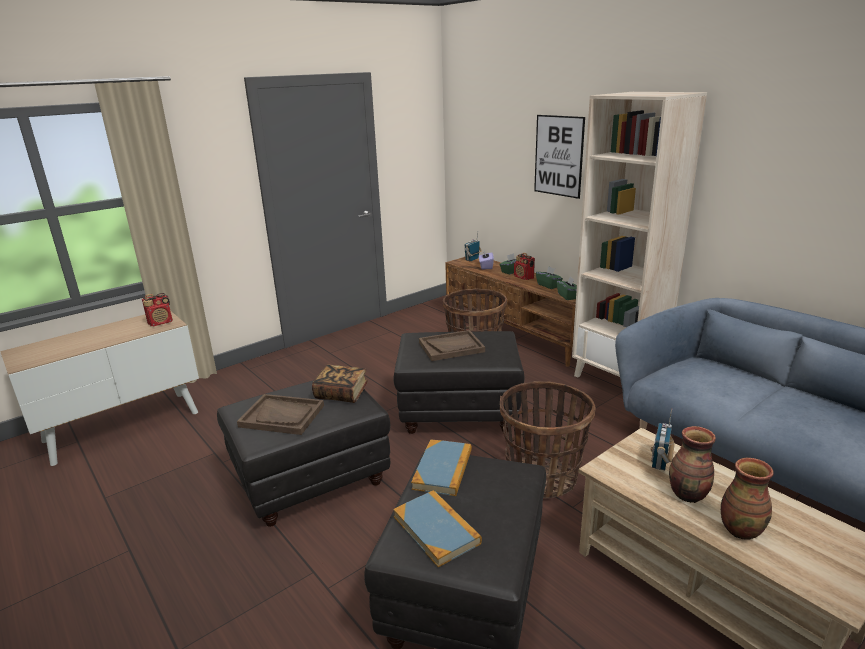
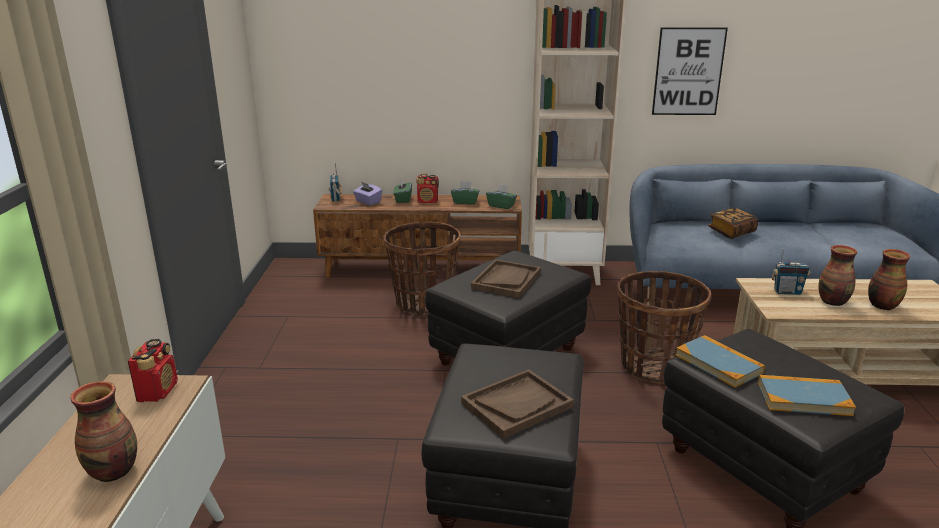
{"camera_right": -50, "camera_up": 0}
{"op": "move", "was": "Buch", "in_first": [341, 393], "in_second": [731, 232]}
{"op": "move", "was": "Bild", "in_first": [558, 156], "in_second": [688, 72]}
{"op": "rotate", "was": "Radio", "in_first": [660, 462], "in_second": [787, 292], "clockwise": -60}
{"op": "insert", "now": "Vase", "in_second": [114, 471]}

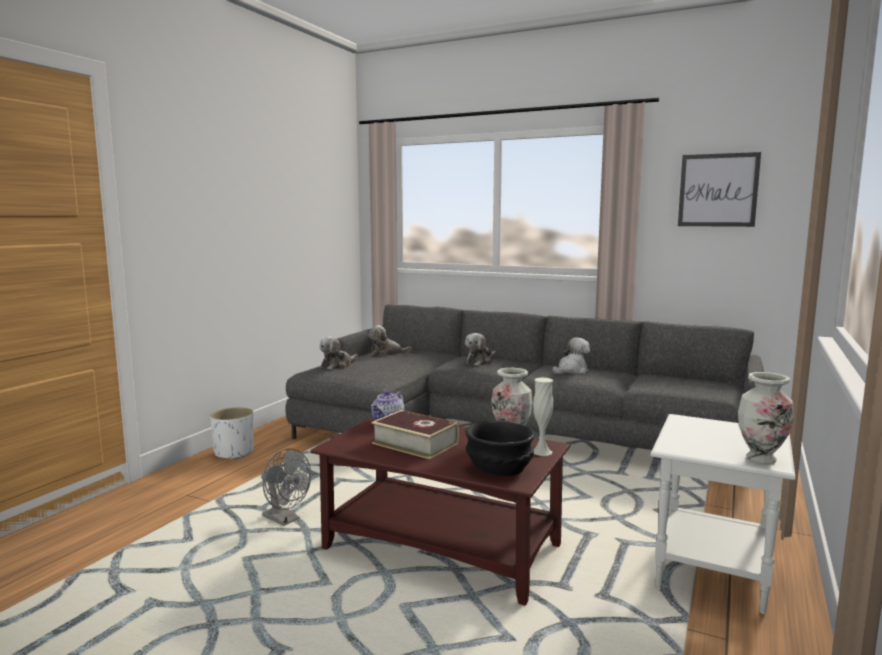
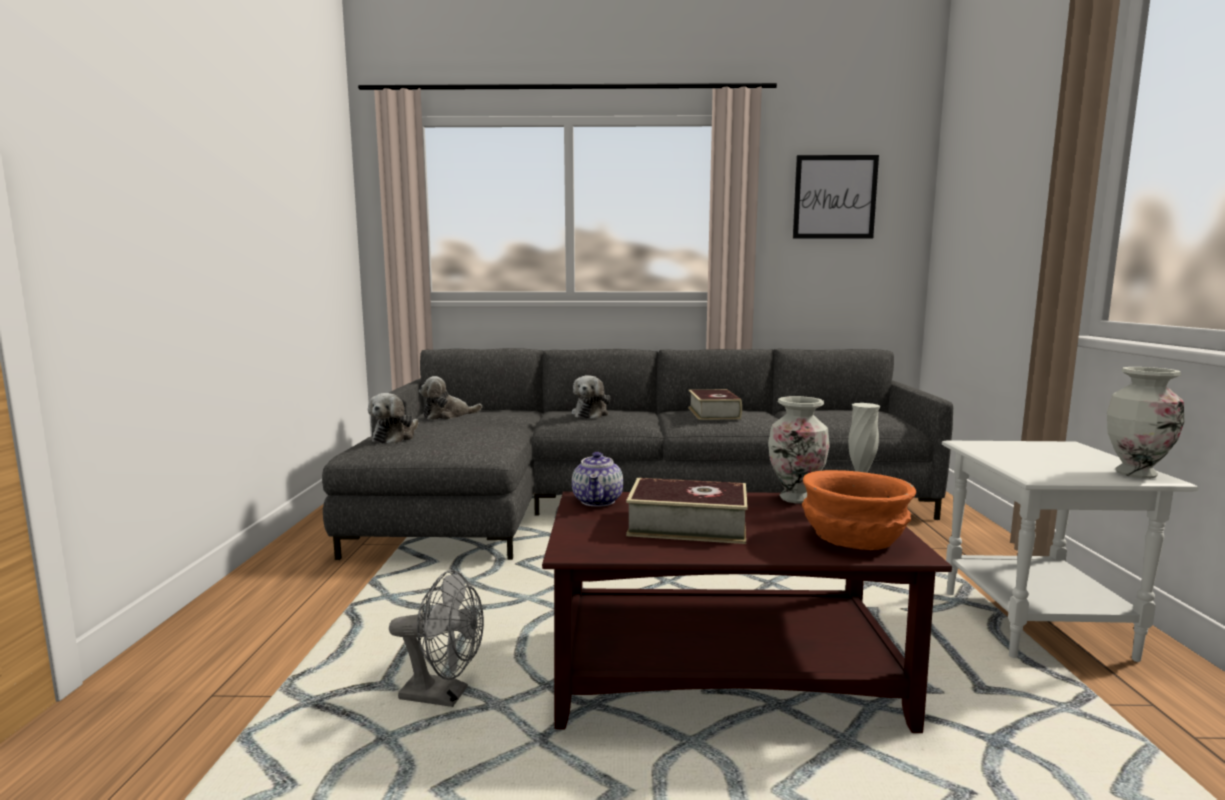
{"camera_right": -25, "camera_up": 0}
{"op": "delete", "was": "Pflanzkübel (weiß)", "in_first": [234, 453]}
{"op": "recolor", "was": "Schüssel (schwarz)", "now": "Schüssel (orange)", "in_first": [498, 468], "in_second": [851, 538]}
{"op": "replace", "was": "Plüschtier", "now": "Buch", "in_first": [571, 370], "in_second": [713, 413]}

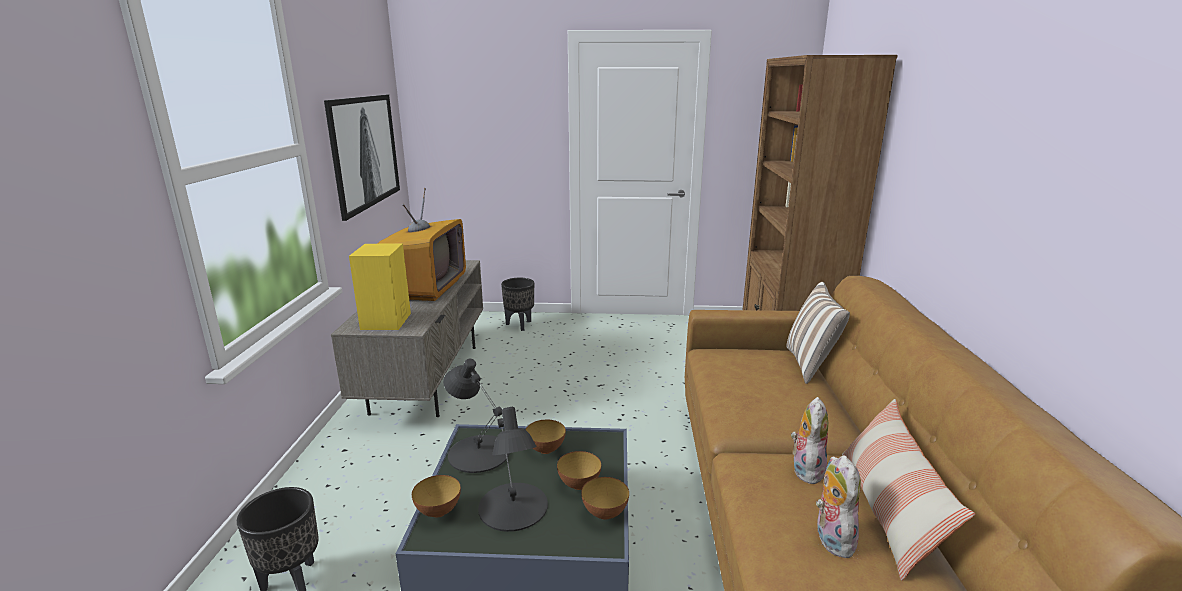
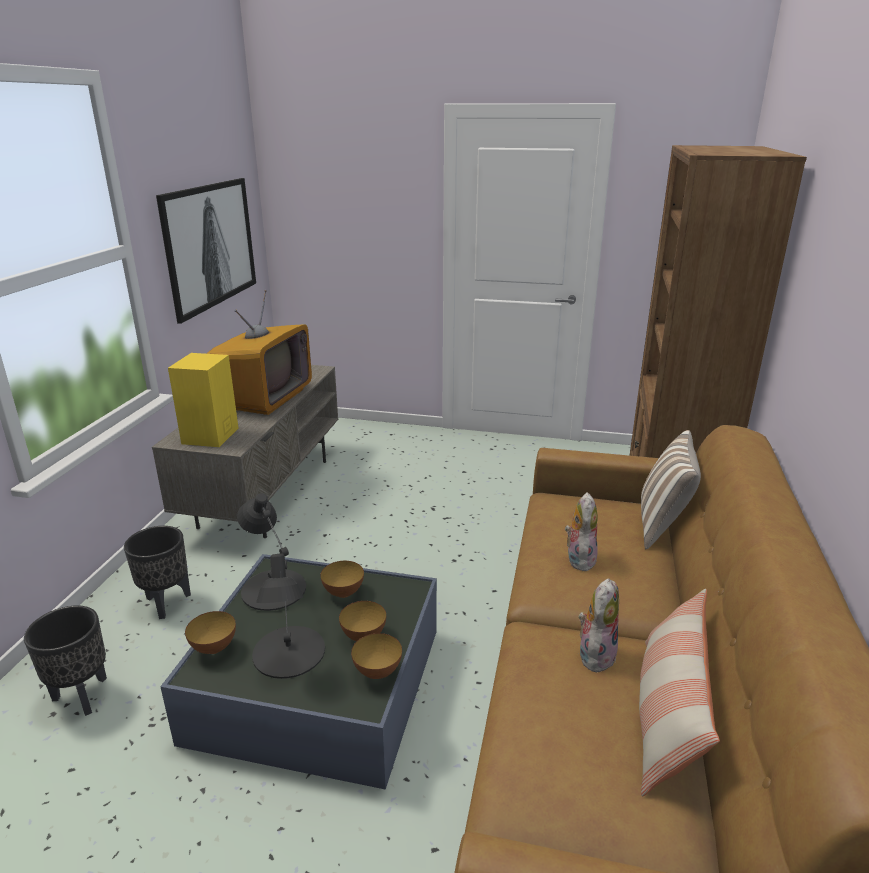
{"camera_right": 10, "camera_up": 5}
{"op": "move", "was": "Pflanzkübel (schwarz)", "in_first": [519, 325], "in_second": [166, 603]}
{"op": "move", "was": "Plüschtier", "in_first": [830, 538], "in_second": [579, 558]}

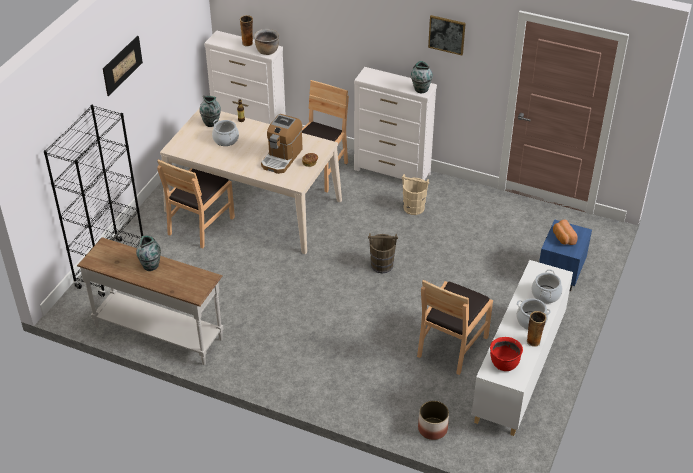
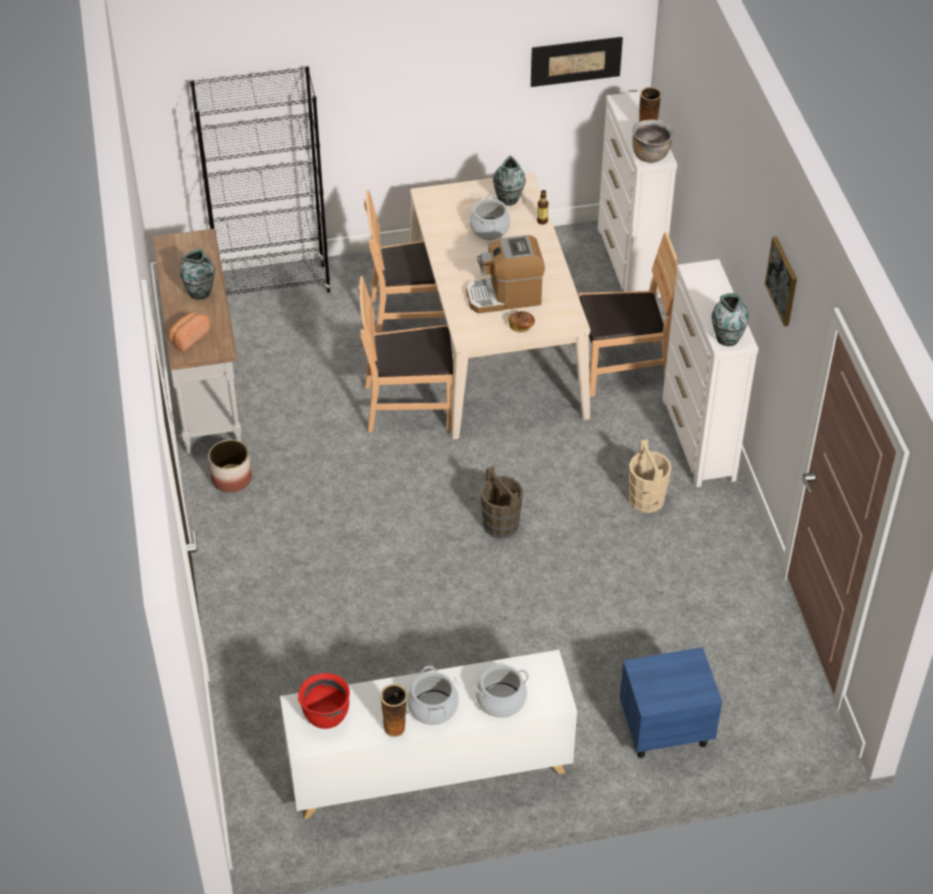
{"camera_right": 55, "camera_up": 5}
{"op": "move", "was": "Bild", "in_first": [122, 65], "in_second": [576, 61]}
{"op": "move", "was": "Stuhl (braun)", "in_first": [451, 345], "in_second": [409, 406]}
{"op": "move", "was": "Pflanzkübel", "in_first": [432, 428], "in_second": [232, 478]}
{"op": "move", "was": "Brot", "in_first": [563, 238], "in_second": [188, 337]}

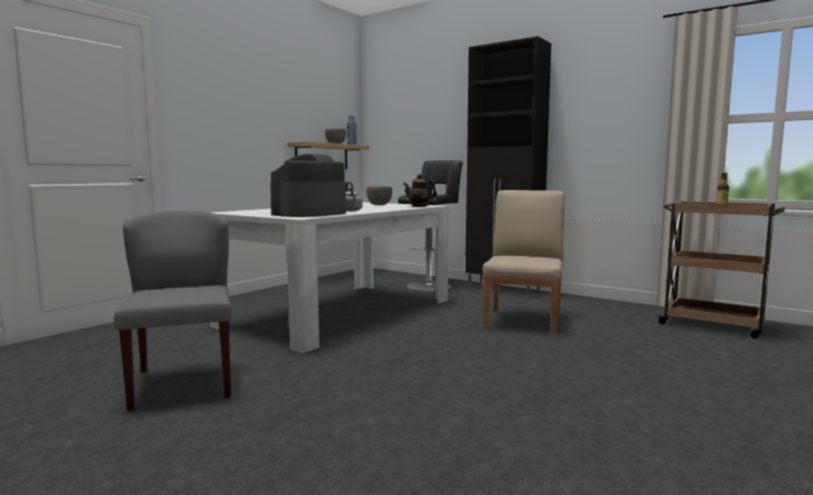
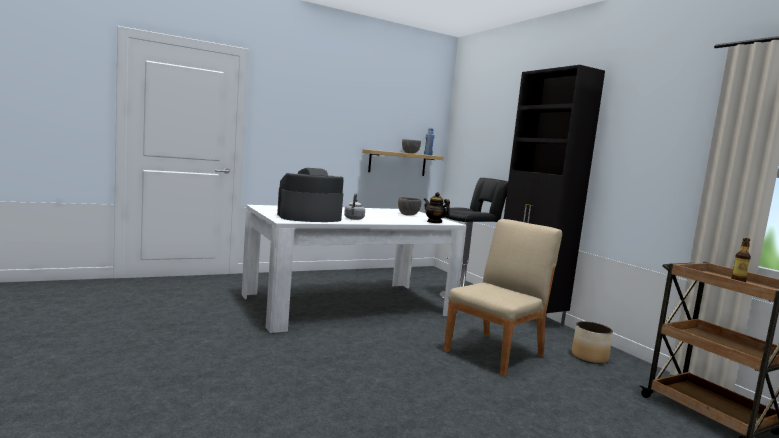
{"camera_right": 25, "camera_up": 0}
{"op": "delete", "was": "Stuhl (grau)", "in_first": [183, 382]}
{"op": "insert", "now": "Pflanzkübel", "in_second": [589, 357]}

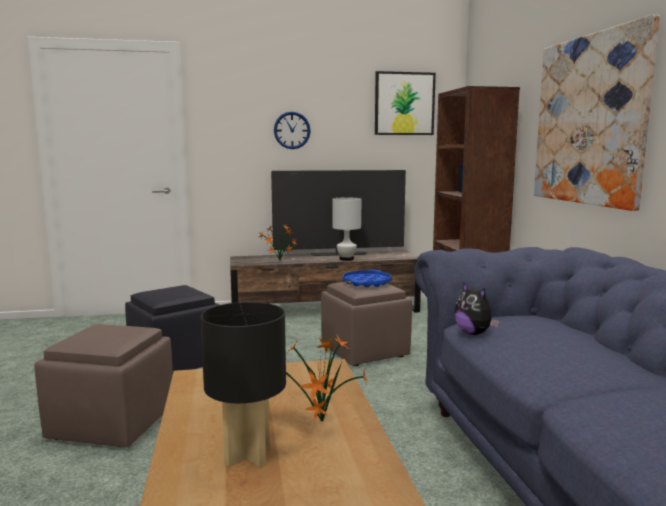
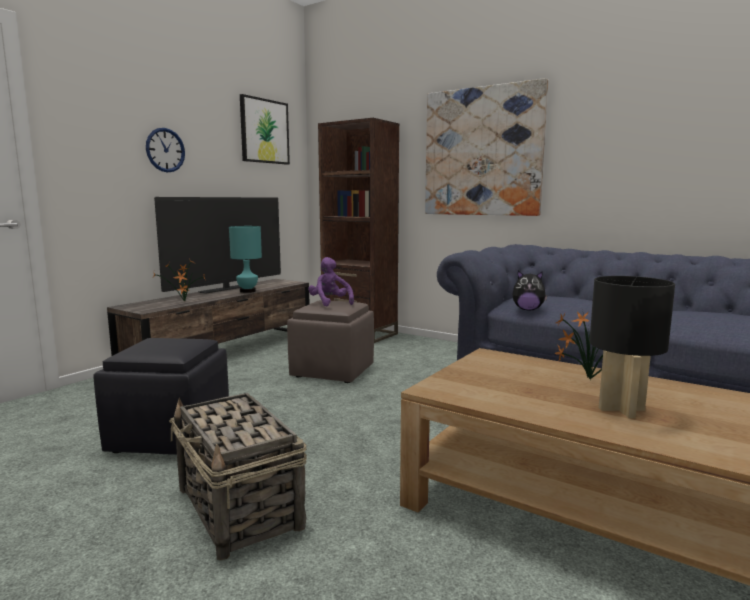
{"camera_right": -45, "camera_up": 0}
{"op": "replace", "was": "Polsterhocker (braun)", "now": "Korb", "in_first": [113, 424], "in_second": [239, 509]}
{"op": "recolor", "was": "Tischlampe (weiß)", "now": "Tischlampe (türkis)", "in_first": [346, 259], "in_second": [247, 291]}
{"op": "replace", "was": "Tablett (blau)", "now": "Plüschtier (lila)", "in_first": [366, 283], "in_second": [330, 303]}

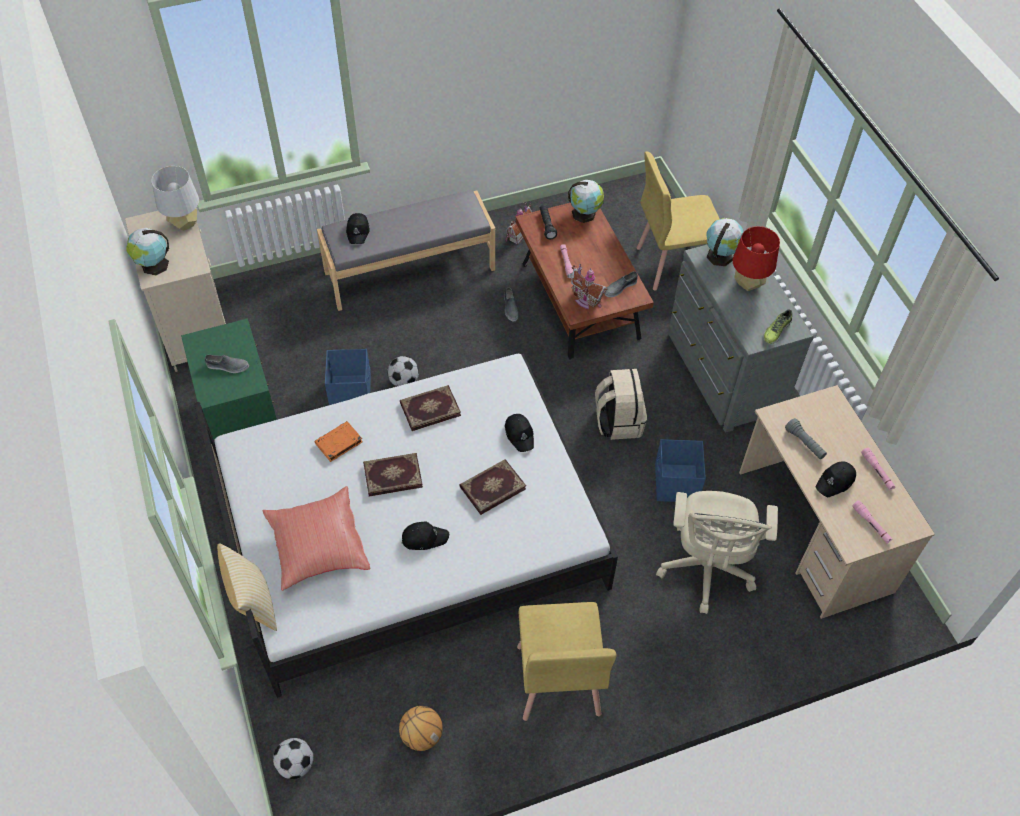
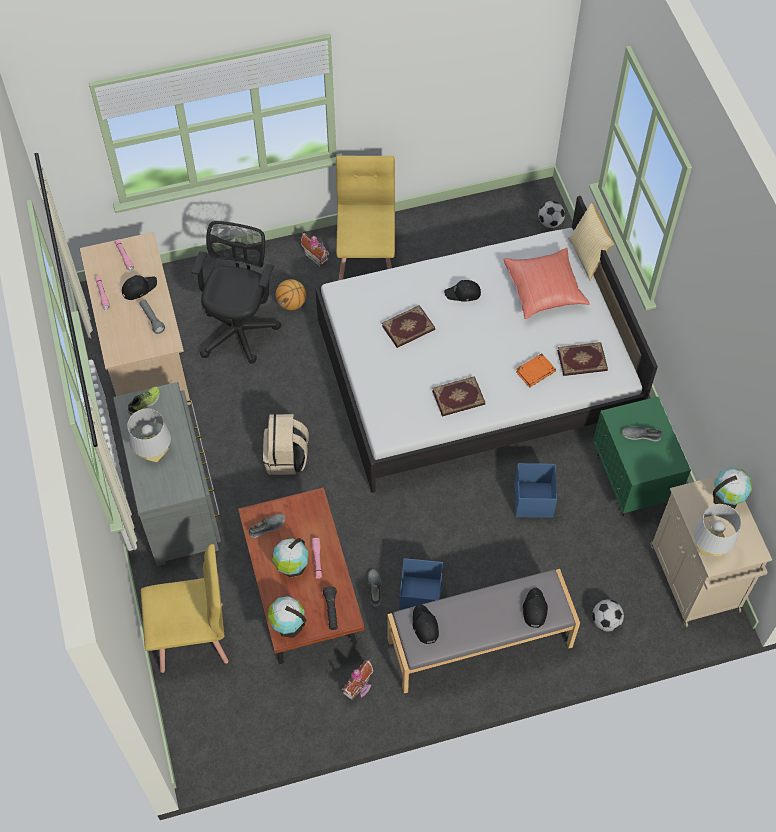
{"camera_right": -175, "camera_up": 5}
{"op": "move", "was": "Buch", "in_first": [392, 475], "in_second": [582, 361]}
{"op": "move", "was": "Fußball", "in_first": [404, 381], "in_second": [606, 621]}
{"op": "move", "was": "Basketball", "in_first": [421, 735], "in_second": [292, 303]}
{"op": "move", "was": "Kappe (schwarz)", "in_first": [520, 434], "in_second": [424, 626]}
{"op": "move", "was": "Spielzeughaus", "in_first": [585, 300], "in_second": [317, 257]}
{"op": "move", "was": "Aufbewahrungsbox (blau)", "in_first": [676, 484], "in_second": [420, 595]}
{"op": "recolor", "was": "Bürostuhl (beige)", "now": "Bürostuhl (schwarz)", "in_first": [706, 570], "in_second": [240, 329]}
{"op": "move", "was": "Globus", "in_first": [720, 255], "in_second": [292, 567]}
{"op": "recolor", "was": "Tischlampe (rot)", "now": "Tischlampe (grau)", "in_first": [748, 284], "in_second": [154, 453]}

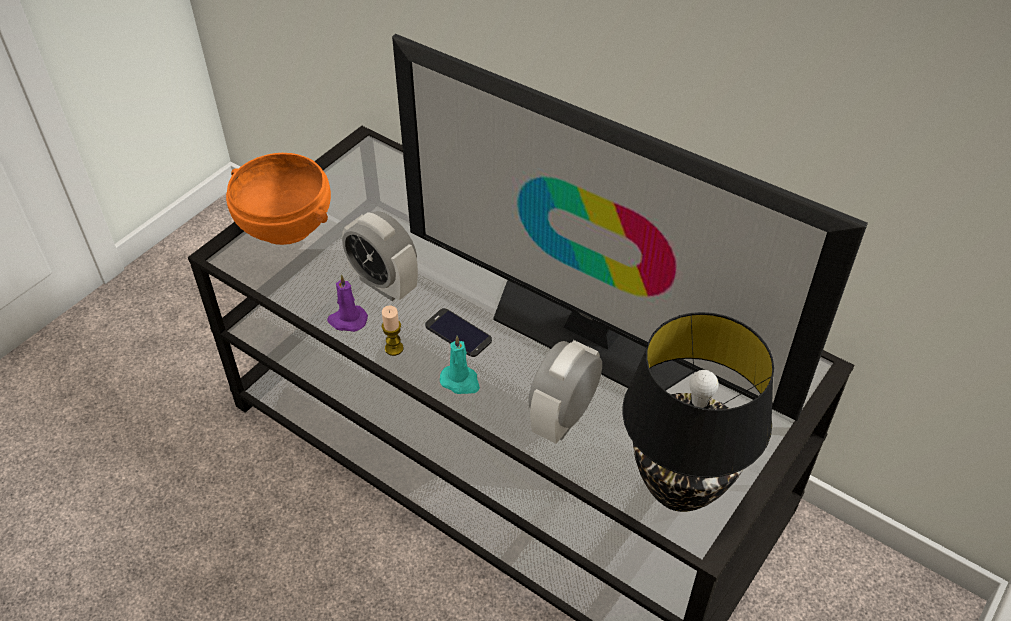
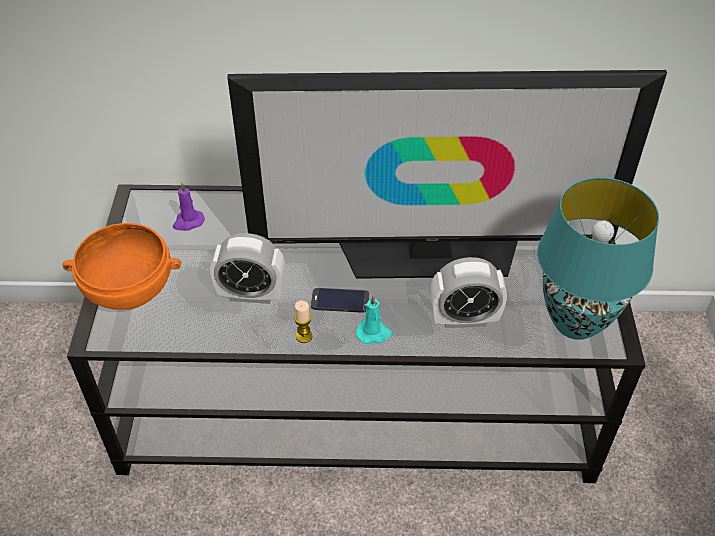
{"camera_right": -35, "camera_up": 0}
{"op": "move", "was": "Kerze (lila)", "in_first": [347, 320], "in_second": [188, 222]}
{"op": "rotate", "was": "Wecker", "in_first": [563, 417], "in_second": [464, 319], "clockwise": -90}
{"op": "recolor", "was": "Tischlampe (schwarz)", "now": "Tischlampe (türkis)", "in_first": [680, 489], "in_second": [576, 324]}

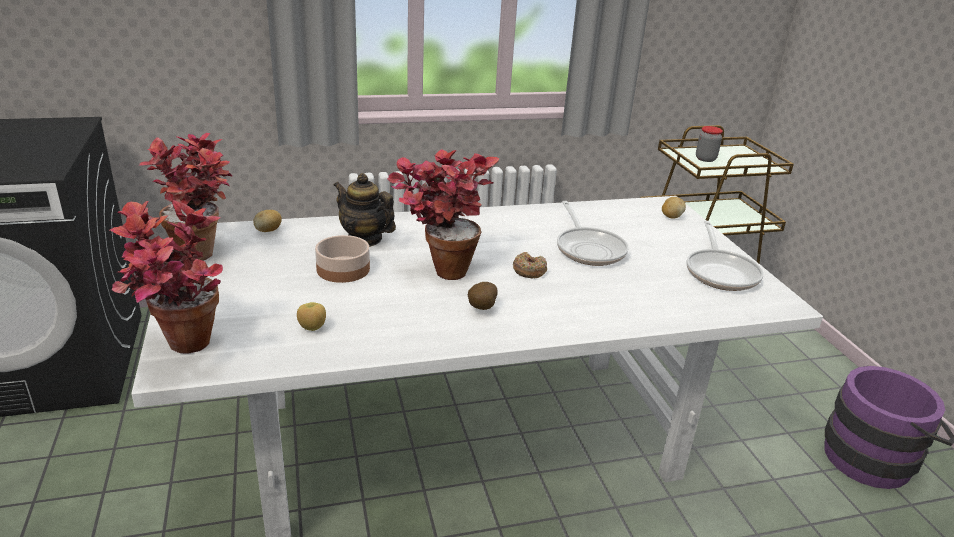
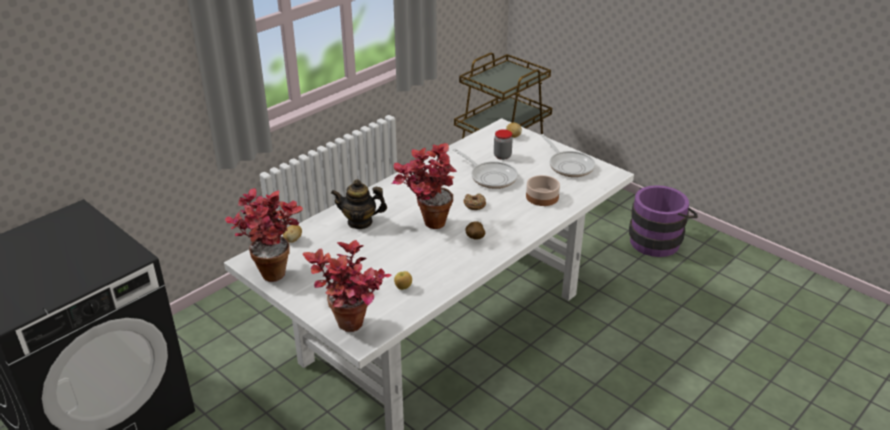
{"camera_right": -30, "camera_up": 5}
{"op": "move", "was": "Schüssel", "in_first": [343, 270], "in_second": [542, 197]}
{"op": "move", "was": "Vorratsglas", "in_first": [705, 159], "in_second": [502, 156]}

